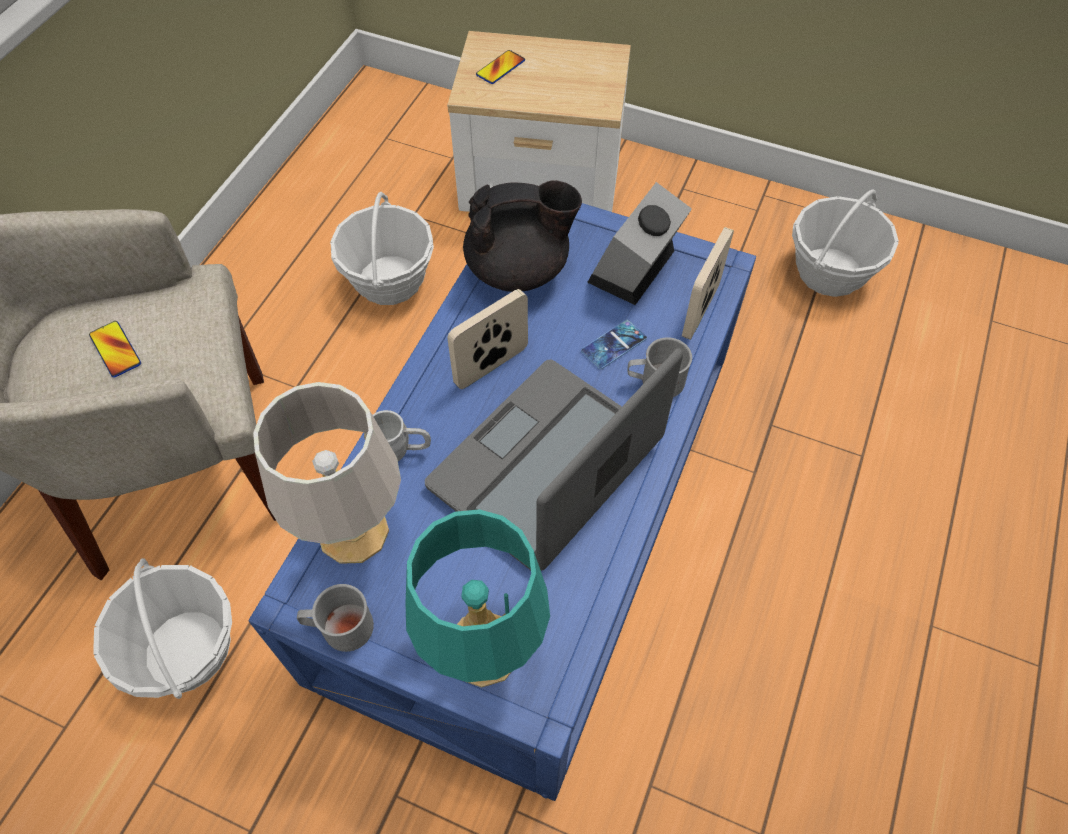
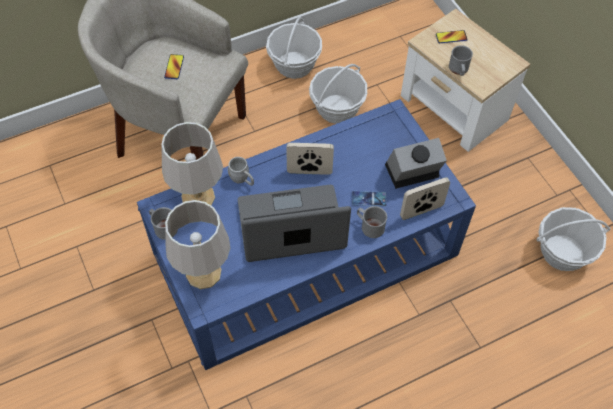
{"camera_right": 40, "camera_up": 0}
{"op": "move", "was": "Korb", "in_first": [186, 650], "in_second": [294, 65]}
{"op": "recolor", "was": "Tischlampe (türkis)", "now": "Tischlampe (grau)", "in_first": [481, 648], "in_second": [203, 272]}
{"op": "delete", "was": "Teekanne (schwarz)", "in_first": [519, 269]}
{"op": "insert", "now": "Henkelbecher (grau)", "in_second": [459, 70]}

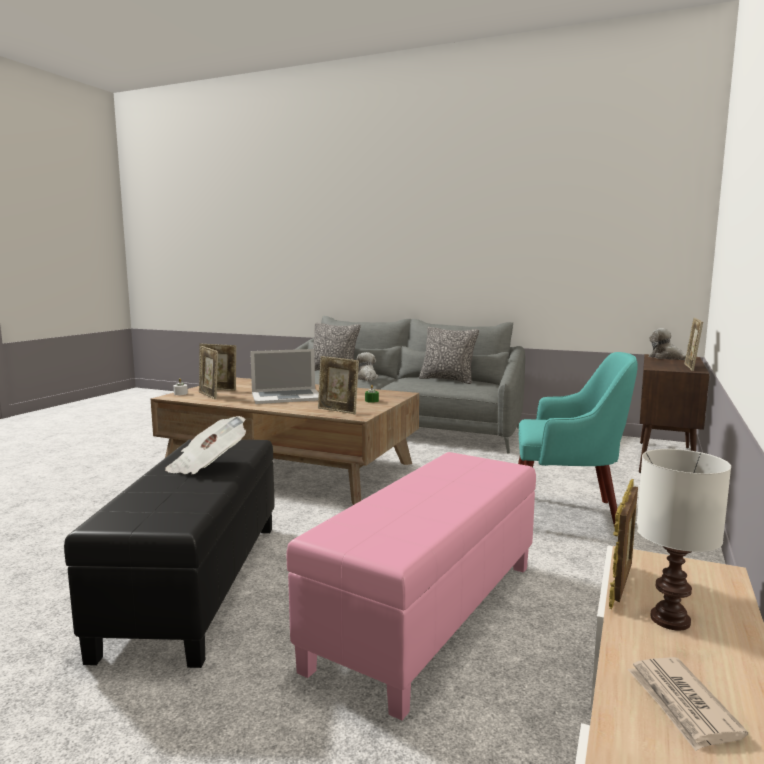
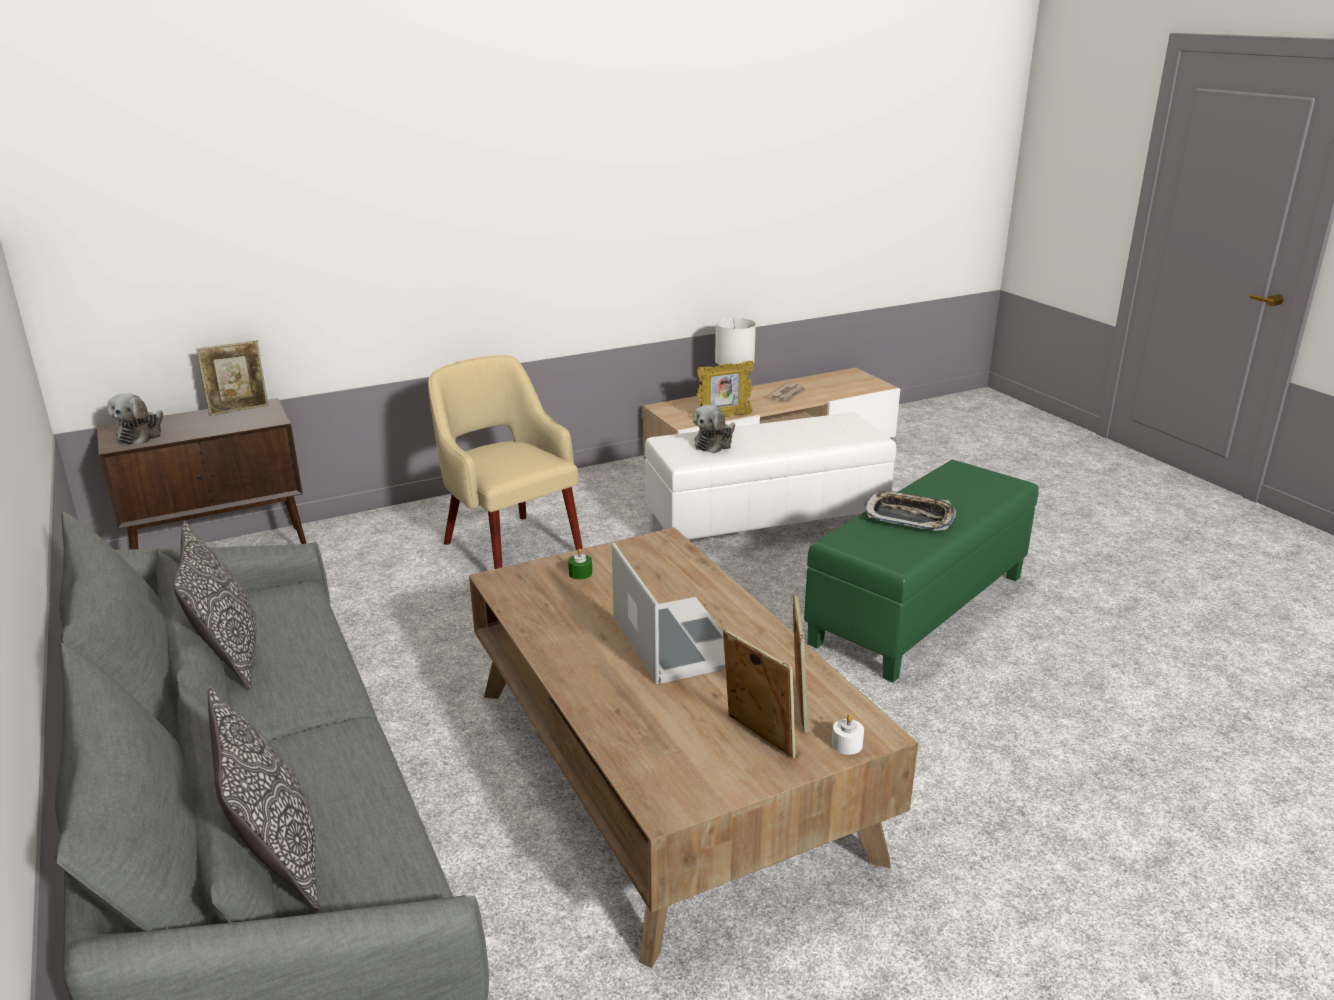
{"camera_right": -140, "camera_up": 15}
{"op": "recolor", "was": "Polsterhocker (schwarz)", "now": "Polsterhocker (grün)", "in_first": [197, 583], "in_second": [918, 608]}
{"op": "replace", "was": "Zeitung", "now": "Tablett", "in_first": [207, 466], "in_second": [909, 517]}
{"op": "rotate", "was": "Laptop", "in_first": [286, 397], "in_second": [675, 640], "clockwise": 45}
{"op": "recolor", "was": "Polsterhocker (rosa)", "now": "Polsterhocker (weiß)", "in_first": [429, 614], "in_second": [766, 525]}
{"op": "delete", "was": "Bilderrahmen", "in_first": [338, 411]}
{"op": "move", "was": "Plüschtier", "in_first": [366, 378], "in_second": [714, 443]}
{"op": "recolor", "was": "Sessel (türkis)", "now": "Sessel (beige)", "in_first": [566, 513], "in_second": [510, 547]}

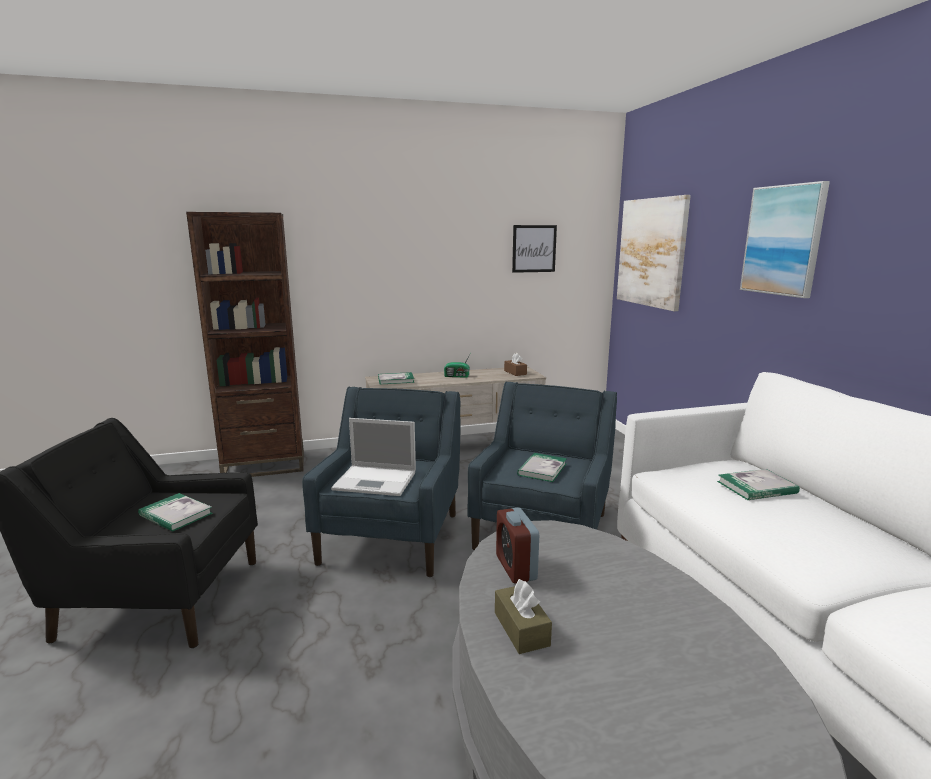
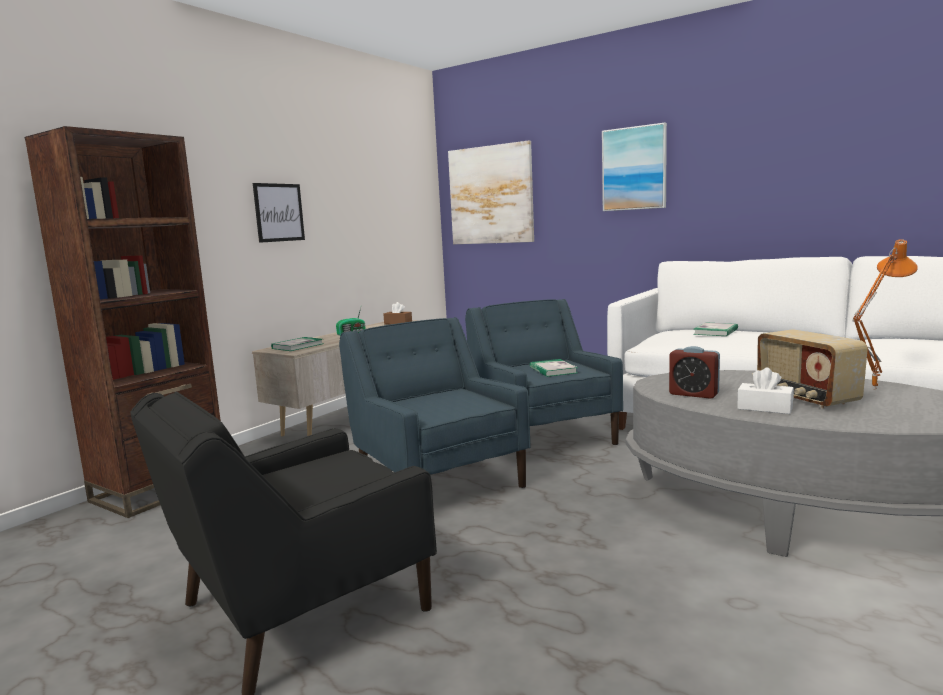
{"camera_right": -40, "camera_up": -5}
{"op": "delete", "was": "Buch", "in_first": [176, 514]}
{"op": "delete", "was": "Laptop", "in_first": [377, 481]}
{"op": "recolor", "was": "Taschentuchbox (braun)", "now": "Taschentuchbox (weiß)", "in_first": [521, 629], "in_second": [764, 408]}
{"op": "move", "was": "Bild", "in_first": [534, 248], "in_second": [279, 212]}
{"op": "insert", "now": "Radio", "in_second": [805, 398]}
{"op": "insert", "now": "Tischlampe (orange)", "in_second": [871, 389]}

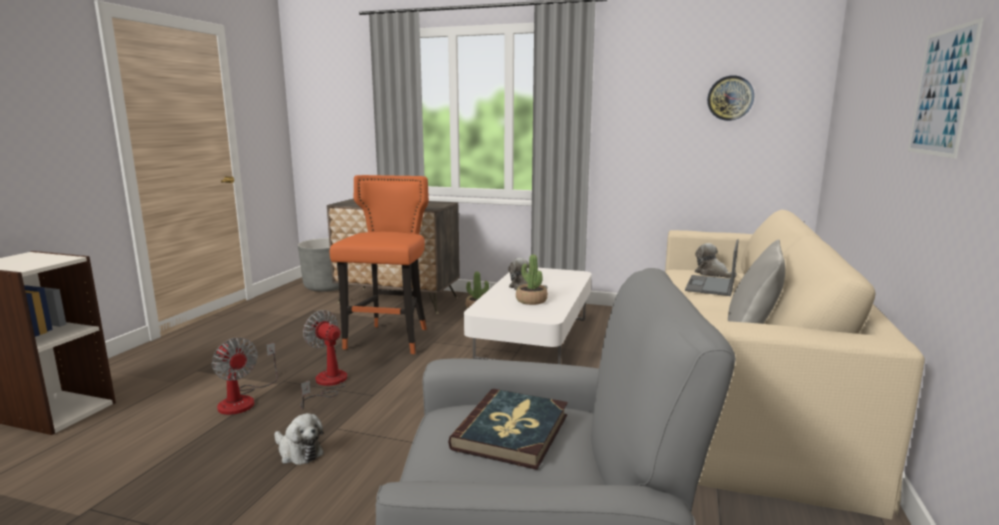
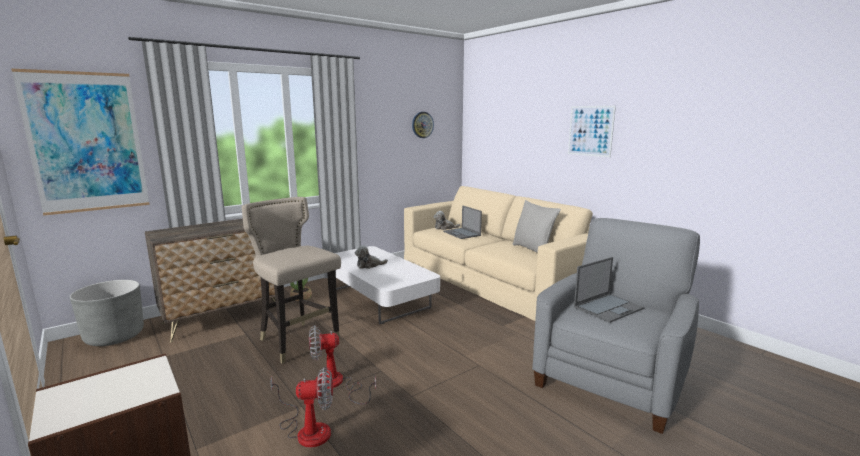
{"camera_right": -55, "camera_up": 0}
{"op": "delete", "was": "Plüschtier", "in_first": [298, 452]}
{"op": "recolor", "was": "Hocker (orange)", "now": "Hocker (beige)", "in_first": [389, 340], "in_second": [298, 341]}
{"op": "replace", "was": "Buch", "now": "Laptop", "in_first": [512, 431], "in_second": [608, 307]}
{"op": "delete", "was": "Topfpflanze", "in_first": [531, 300]}
{"op": "insert", "now": "Bild", "in_second": [87, 143]}

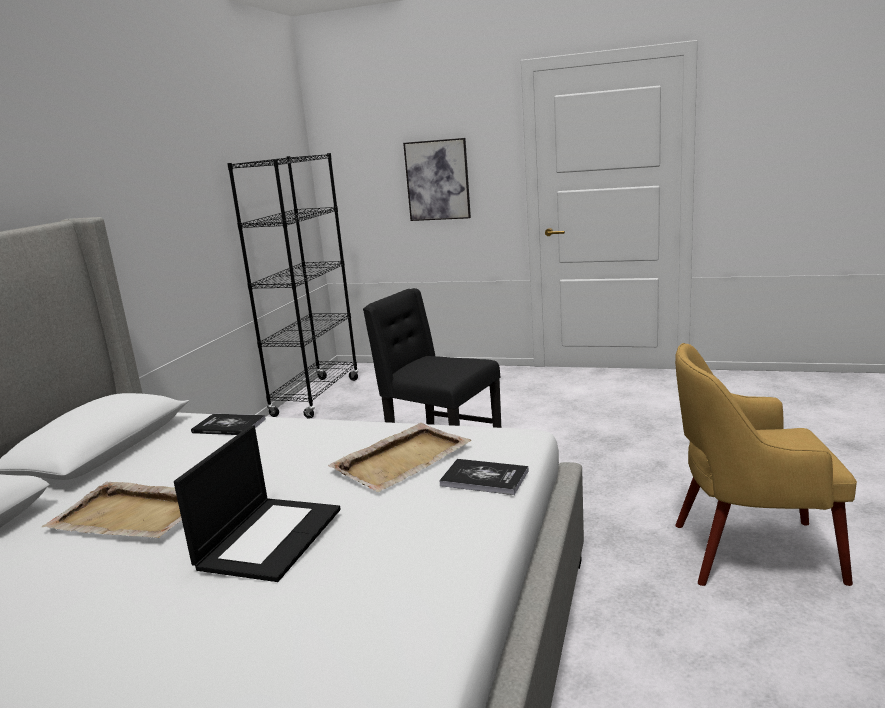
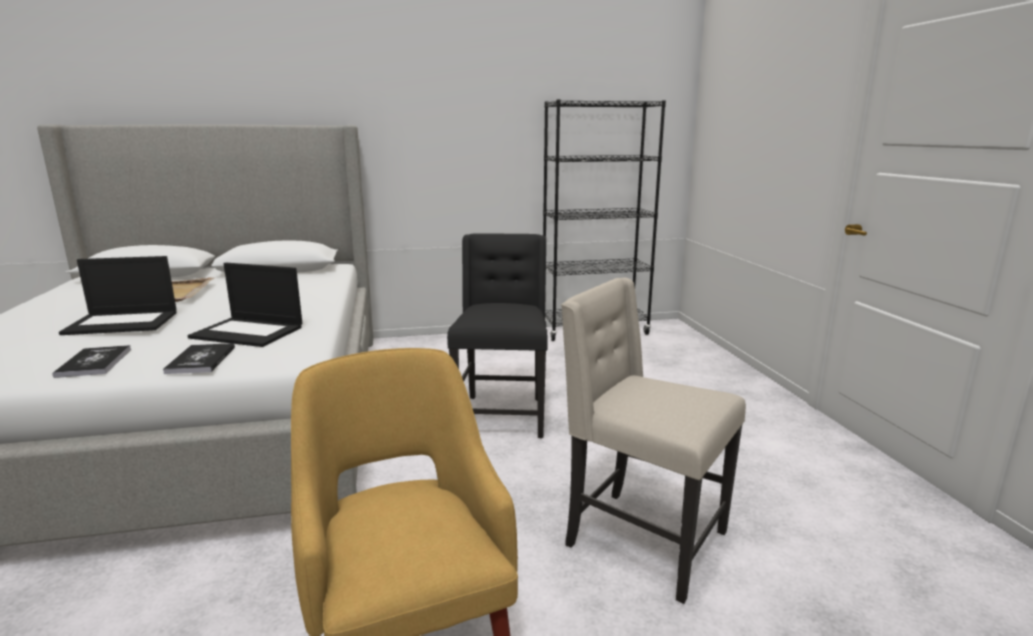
{"camera_right": 60, "camera_up": 0}
{"op": "move", "was": "Buch", "in_first": [229, 426], "in_second": [94, 363]}
{"op": "replace", "was": "Tablett (beige)", "now": "Laptop", "in_first": [403, 459], "in_second": [249, 332]}
{"op": "delete", "was": "Bild", "in_first": [437, 180]}
{"op": "insert", "now": "Stuhl (beige)", "in_second": [642, 540]}

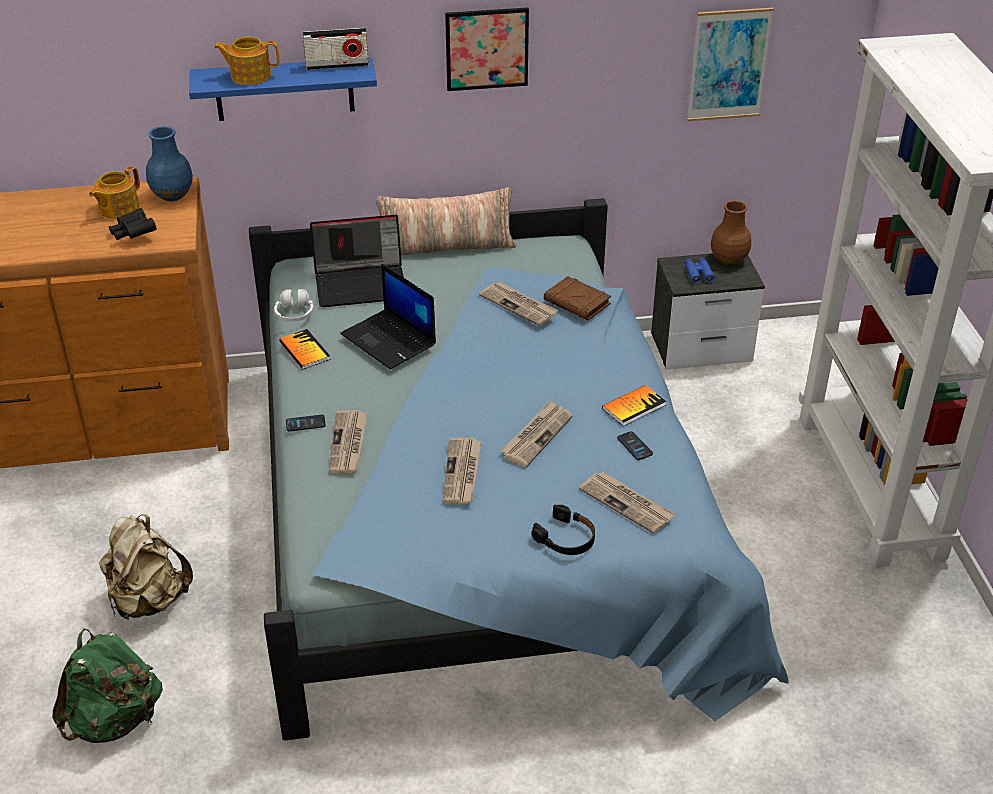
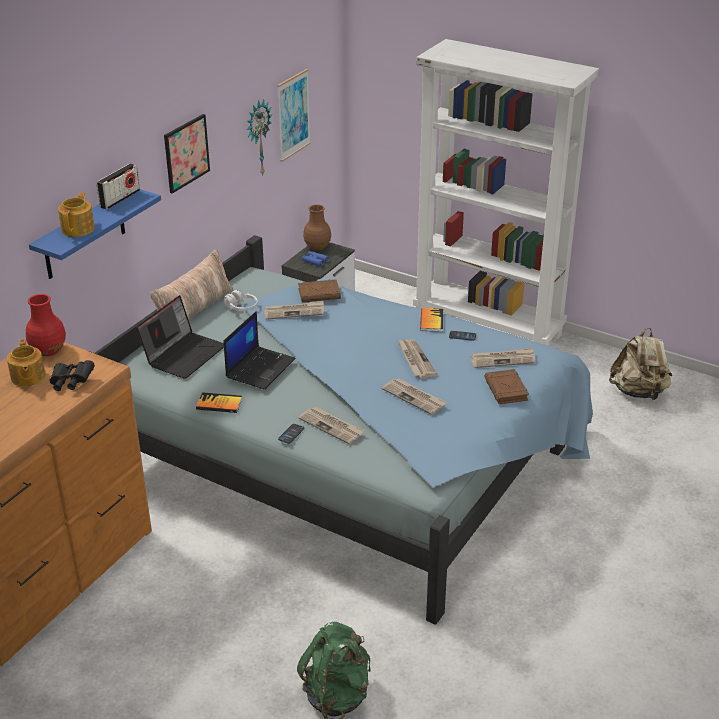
{"camera_right": -50, "camera_up": -5}
{"op": "move", "was": "Rucksack (beige)", "in_first": [148, 600], "in_second": [639, 392]}
{"op": "recolor", "was": "Vase (blau)", "now": "Vase (rot)", "in_first": [173, 195], "in_second": [49, 350]}
{"op": "rotate", "was": "Teekanne", "in_first": [250, 76], "in_second": [78, 228], "clockwise": 150}
{"op": "move", "was": "Kopfhörer (weiß)", "in_first": [295, 314], "in_second": [241, 307]}
{"op": "rotate", "was": "Laptop", "in_first": [390, 340], "in_second": [260, 368], "clockwise": -60}
{"op": "replace", "was": "Kopfhörer (schwarz)", "now": "Buch (braun)", "in_first": [566, 538], "in_second": [506, 390]}
{"op": "insert", "now": "Wanduhr", "in_second": [257, 138]}

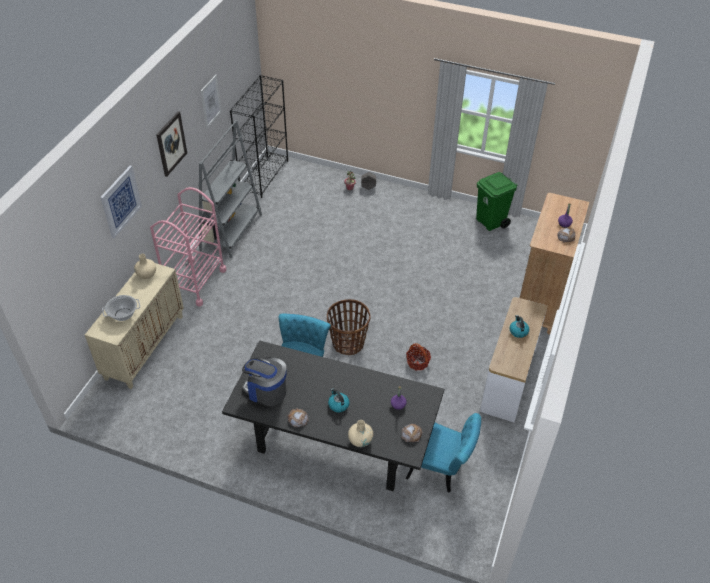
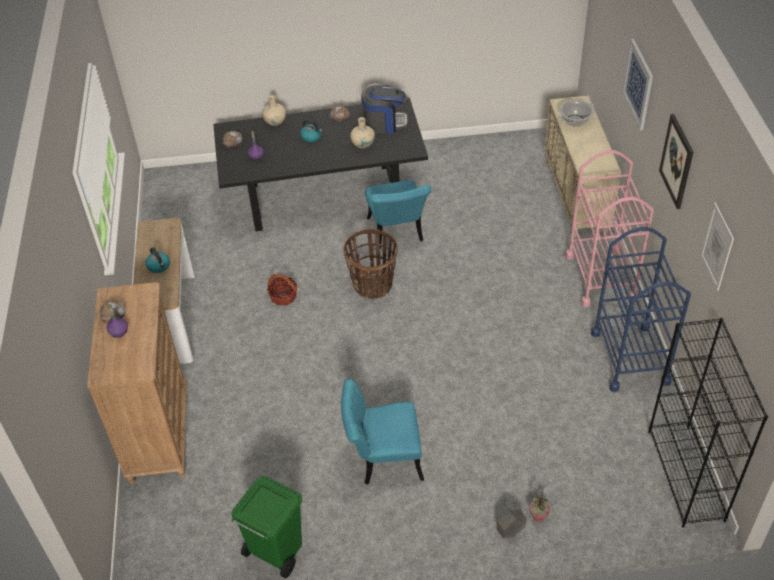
{"camera_right": 155, "camera_up": 0}
{"op": "move", "was": "Vase (beige)", "in_first": [146, 274], "in_second": [363, 144]}
{"op": "replace", "was": "Bücherregal (grau)", "now": "Rollwagen (blau)", "in_first": [231, 232], "in_second": [630, 357]}
{"op": "move", "was": "Stuhl (türkis)", "in_first": [441, 469], "in_second": [383, 459]}

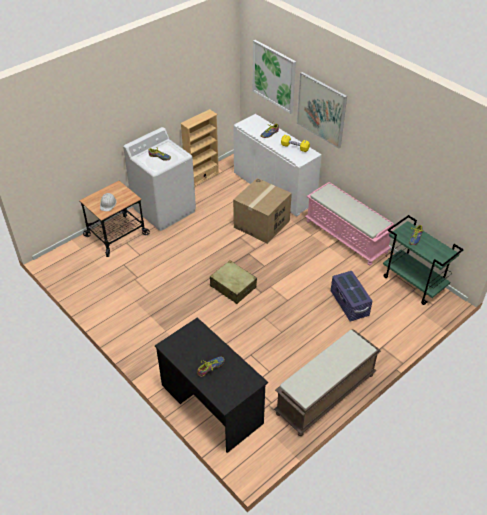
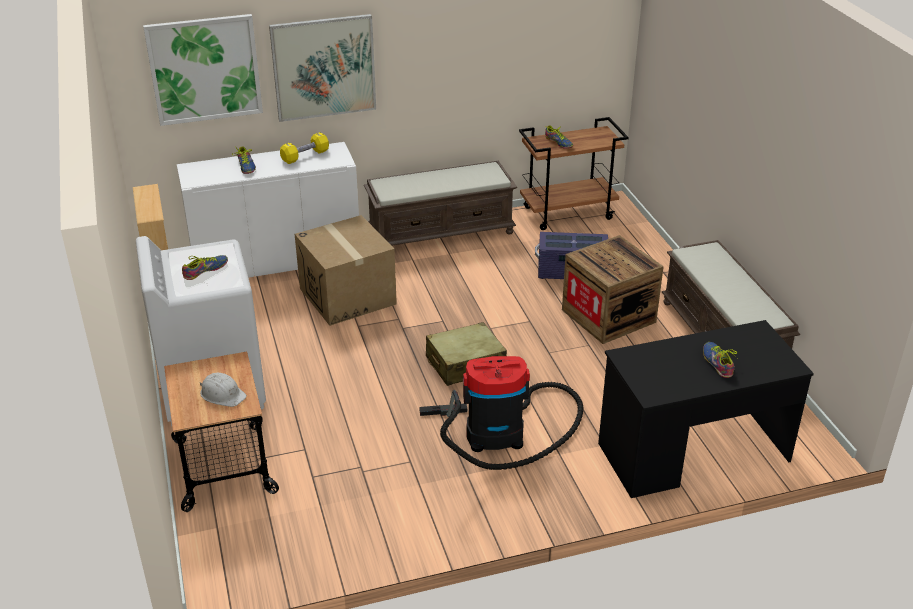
{"camera_right": -65, "camera_up": -10}
{"op": "recolor", "was": "Bank (rosa)", "now": "Bank (braun)", "in_first": [347, 236], "in_second": [441, 232]}
{"op": "recolor", "was": "Rollwagen (grün)", "now": "Rollwagen (braun)", "in_first": [414, 283], "in_second": [568, 213]}
{"op": "insert", "now": "Staubsauger", "in_second": [501, 434]}
{"op": "insert", "now": "Kiste", "in_second": [608, 316]}

